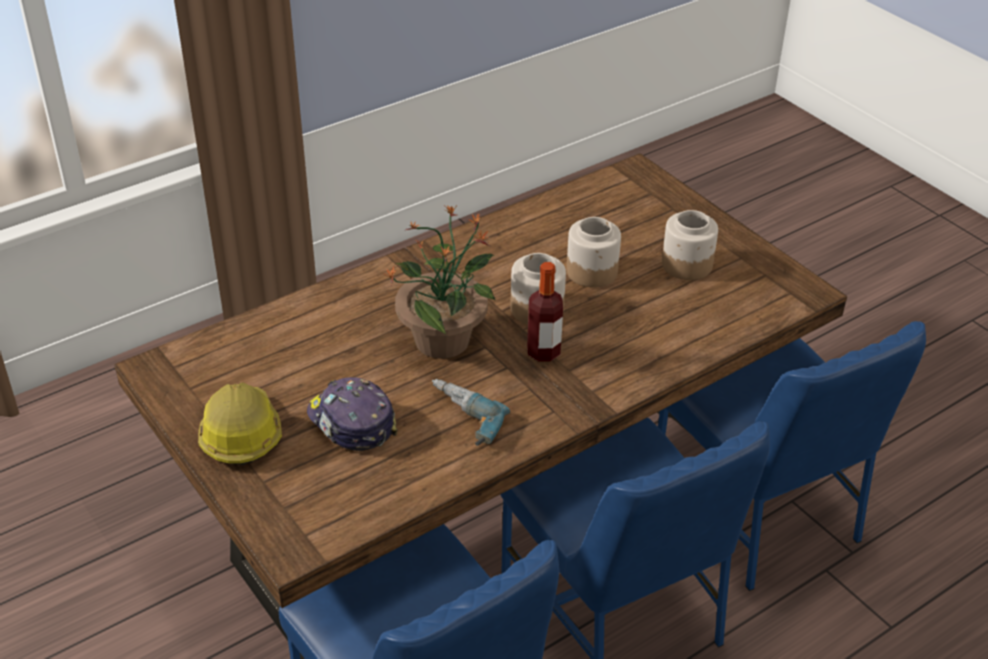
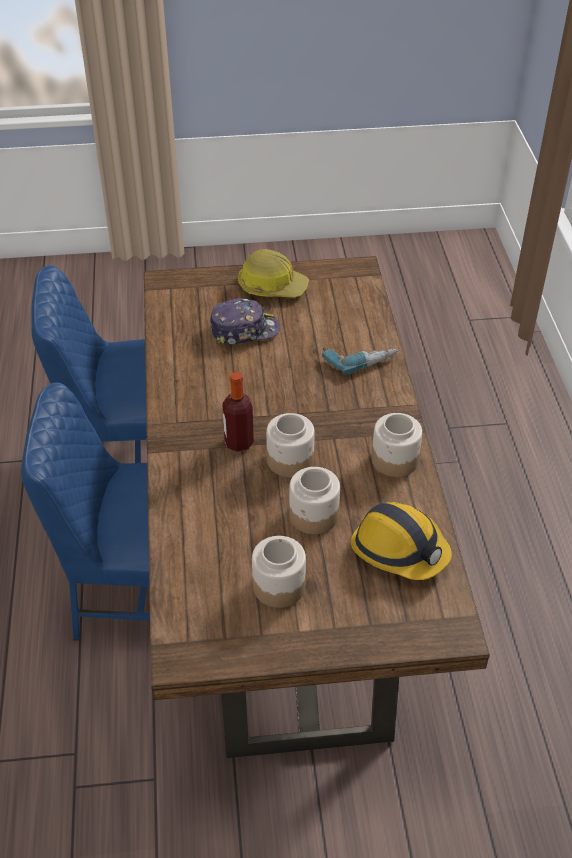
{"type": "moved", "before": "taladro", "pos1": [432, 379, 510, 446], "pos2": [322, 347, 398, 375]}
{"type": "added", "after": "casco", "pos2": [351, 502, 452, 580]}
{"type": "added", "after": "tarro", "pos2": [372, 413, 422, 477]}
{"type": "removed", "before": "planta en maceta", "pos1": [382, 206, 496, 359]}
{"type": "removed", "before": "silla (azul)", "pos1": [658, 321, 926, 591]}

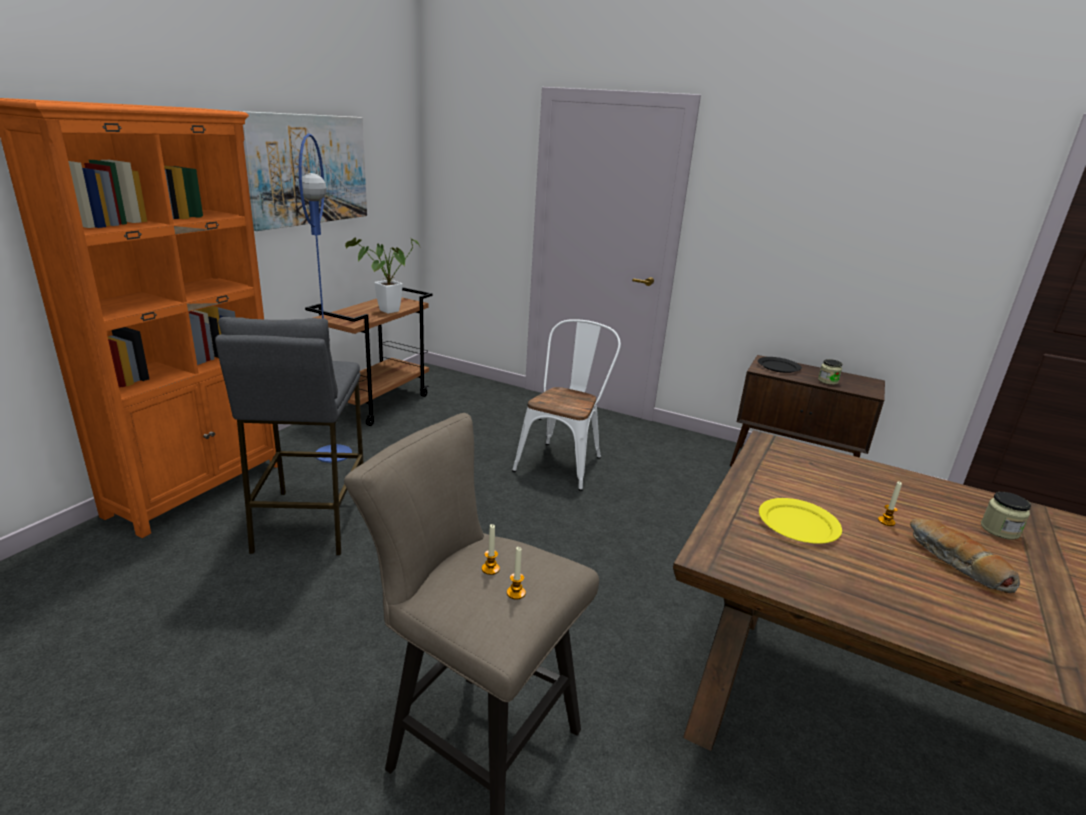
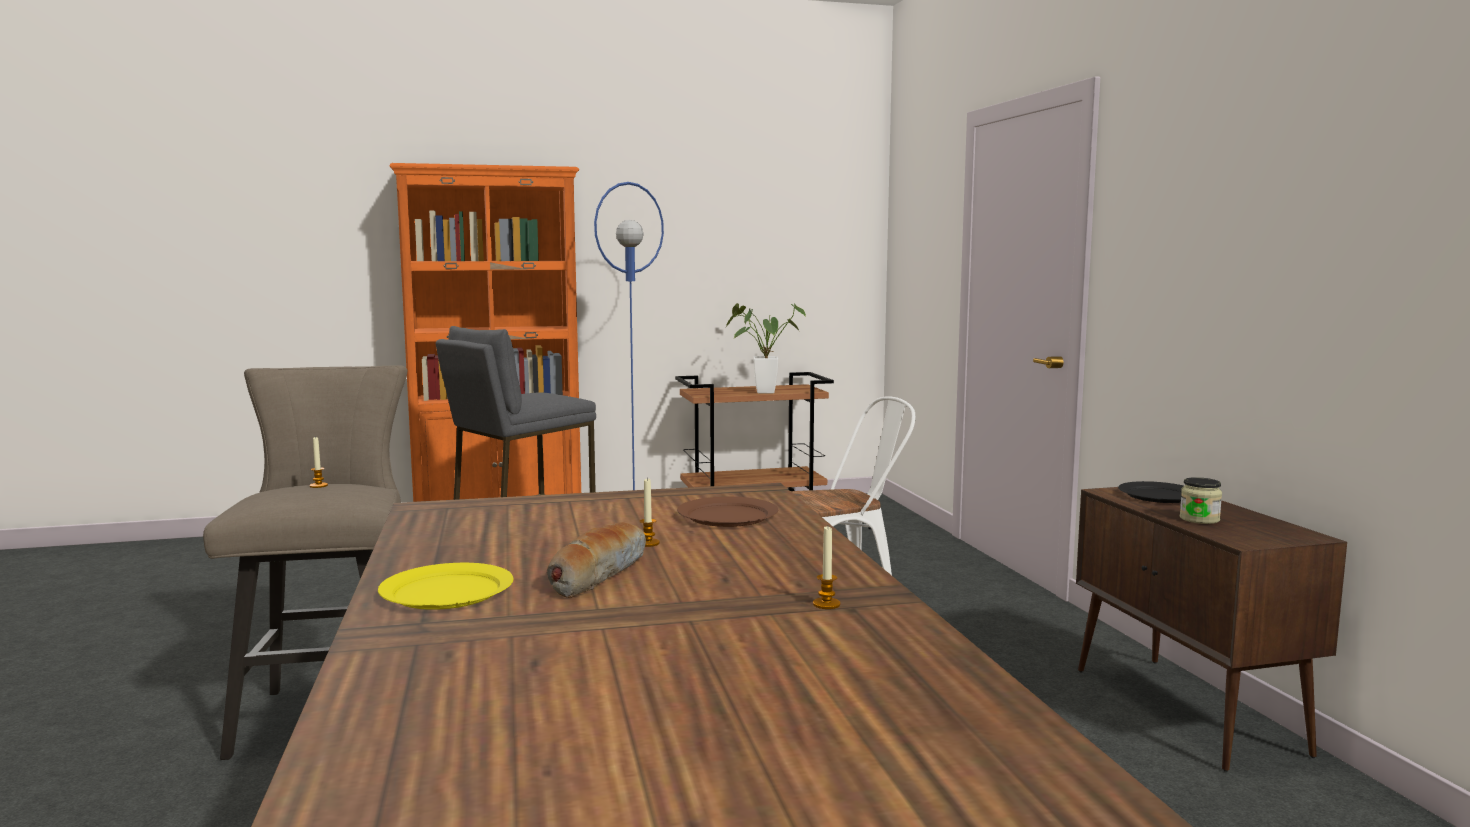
{"type": "moved", "before": "plato (amarillo)", "pos1": [759, 498, 842, 544], "pos2": [378, 563, 513, 610]}
{"type": "added", "after": "plato (marrón)", "pos2": [677, 497, 778, 527]}
{"type": "moved", "before": "vela", "pos1": [507, 547, 526, 599], "pos2": [813, 526, 841, 609]}
{"type": "removed", "before": "cuadro", "pos1": [240, 111, 367, 231]}
{"type": "removed", "before": "tarro", "pos1": [981, 492, 1031, 540]}

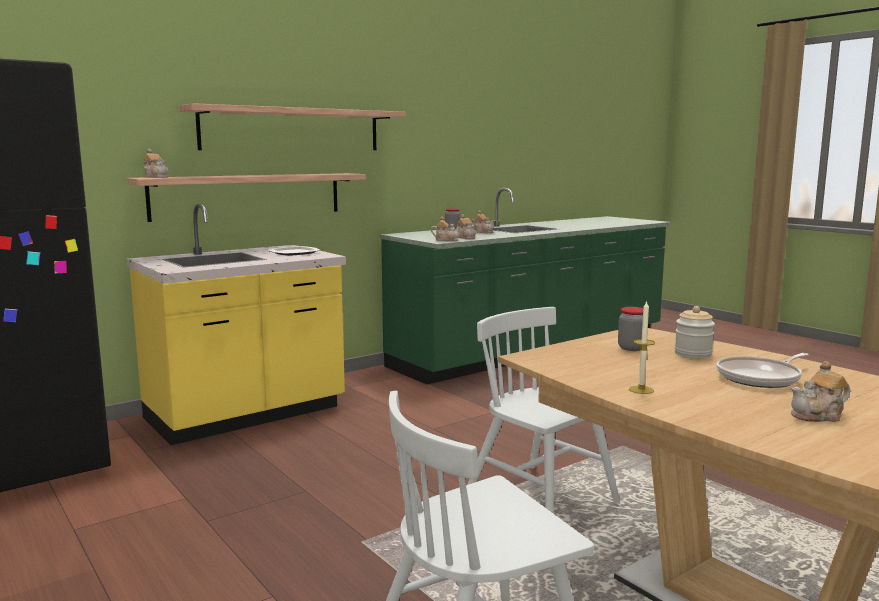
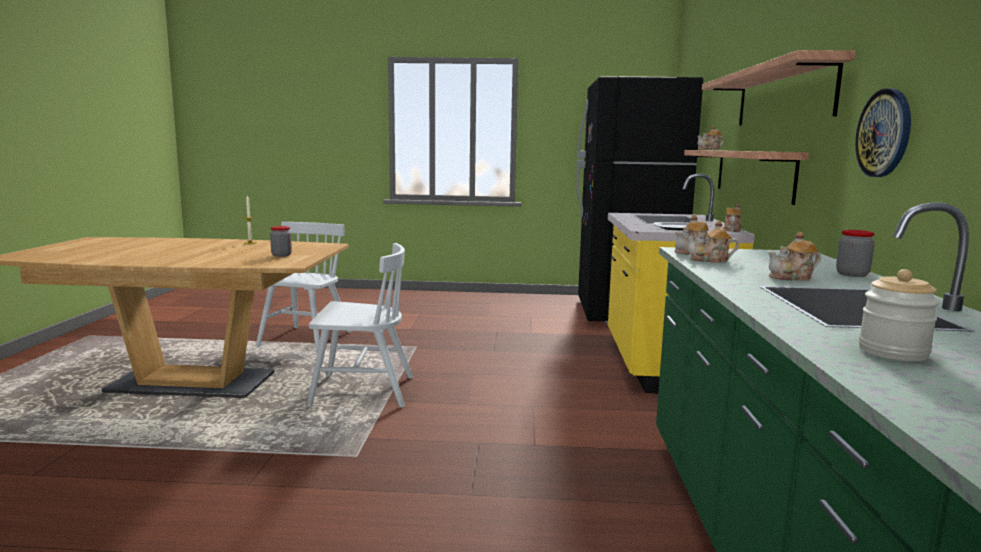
{"type": "moved", "before": "tetera", "pos1": [791, 361, 850, 422], "pos2": [722, 203, 742, 232]}
{"type": "added", "after": "reloj de pared", "pos2": [855, 88, 911, 177]}
{"type": "moved", "before": "tarro", "pos1": [674, 306, 715, 359], "pos2": [859, 269, 940, 361]}
{"type": "removed", "before": "sartén", "pos1": [717, 353, 808, 388]}

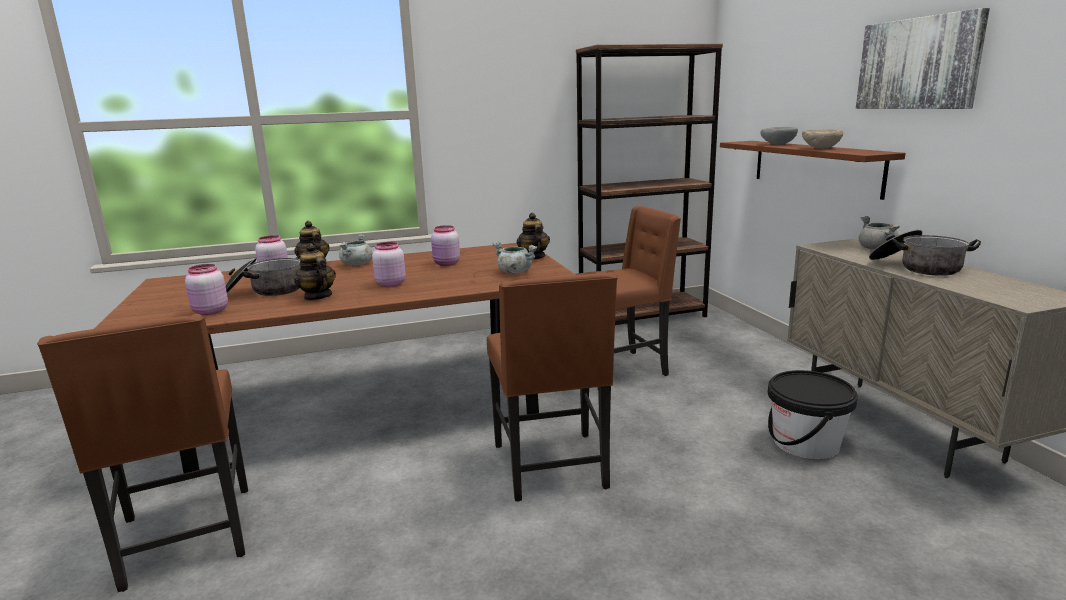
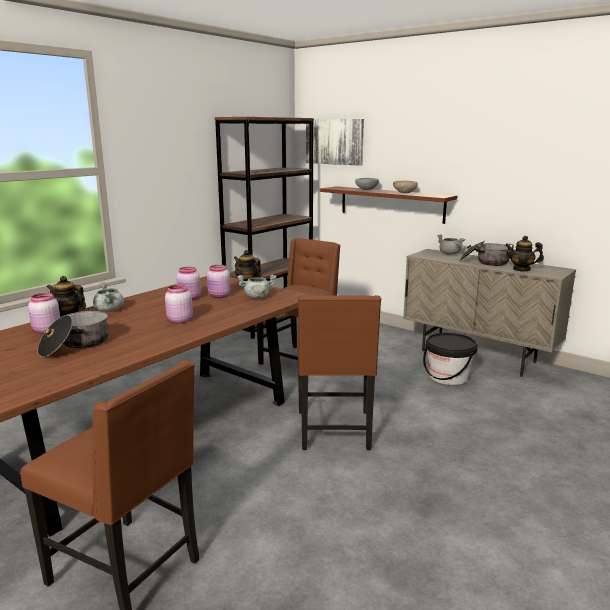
{"type": "moved", "before": "tarro (rosa)", "pos1": [185, 264, 228, 315], "pos2": [207, 265, 230, 298]}
{"type": "turned", "before": "silla (marrón)", "pos1": [487, 272, 618, 502], "pos2": [297, 295, 381, 450], "turn": 45}
{"type": "moved", "before": "cuadro", "pos1": [856, 8, 990, 109], "pos2": [306, 119, 364, 166]}
{"type": "moved", "before": "tetera", "pos1": [294, 243, 336, 301], "pos2": [505, 236, 544, 272]}

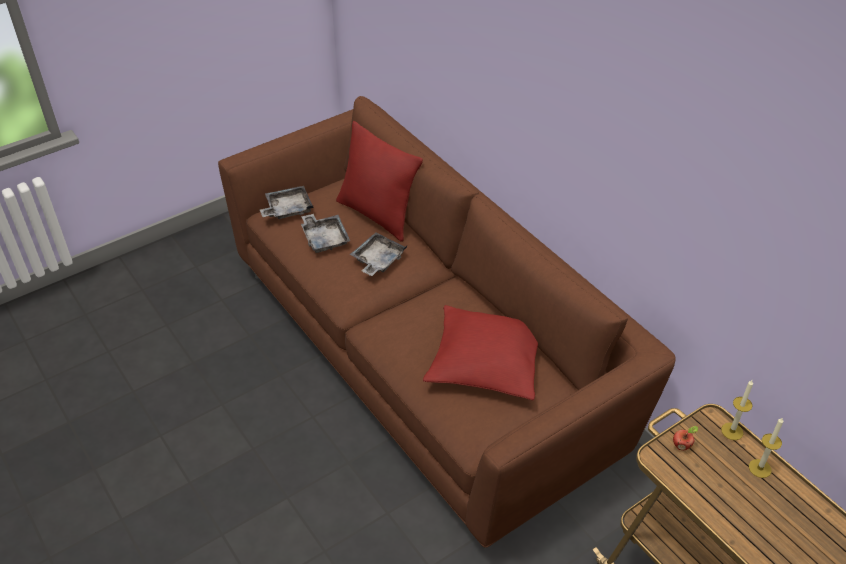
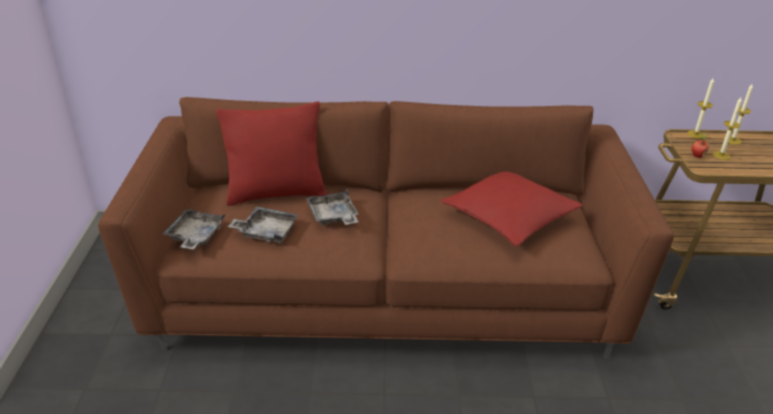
{"type": "added", "after": "vela", "pos2": [712, 98, 742, 160]}

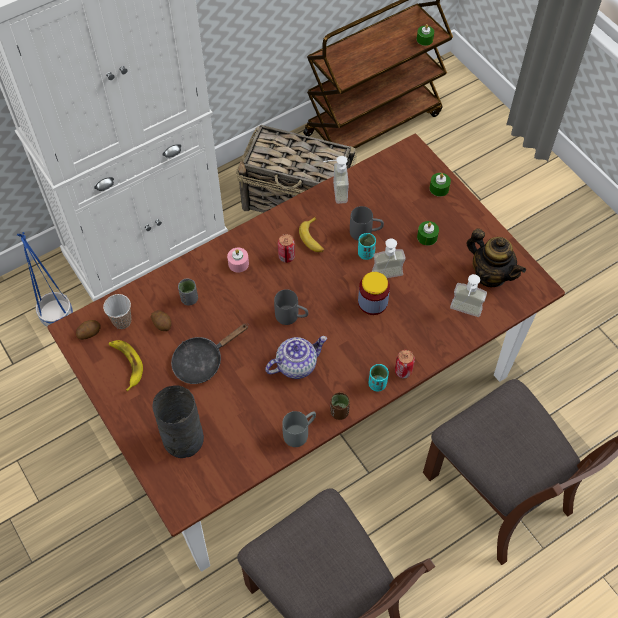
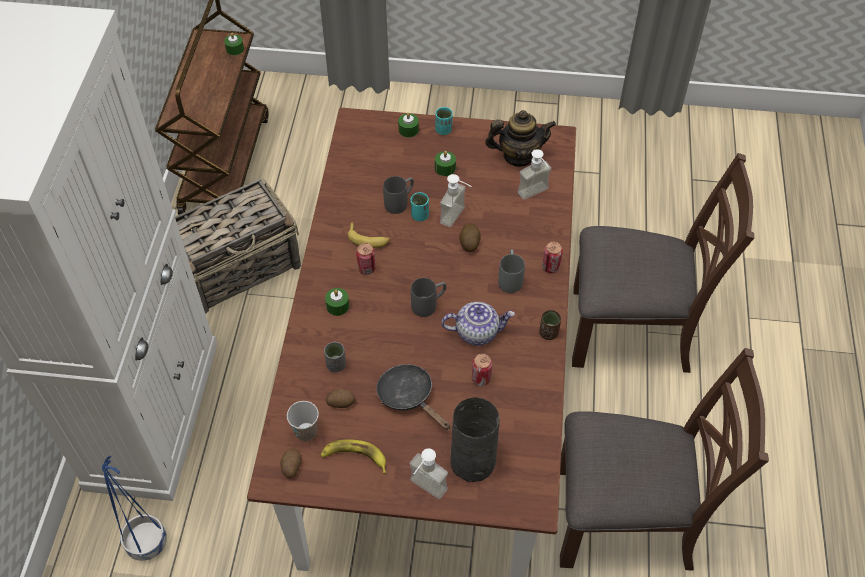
{"type": "recoloured", "before": "vela (rosa)", "after": "vela (verde)", "pos1": [227, 248, 249, 272], "pos2": [325, 288, 349, 316]}
{"type": "turned", "before": "sartén (negro)", "pos1": [171, 324, 249, 384], "pos2": [376, 364, 450, 430], "turn": 135}
{"type": "moved", "before": "dispensador de jabón", "pos1": [323, 156, 349, 204], "pos2": [410, 448, 448, 499]}
{"type": "moved", "before": "taza (turquesa)", "pos1": [368, 364, 389, 392], "pos2": [435, 107, 453, 135]}
{"type": "turned", "before": "tetera", "pos1": [265, 336, 327, 379], "pos2": [441, 302, 515, 346], "turn": 75}
{"type": "replaced", "before": "tarro", "after": "patata", "pos1": [358, 272, 390, 315], "pos2": [459, 223, 481, 252]}
{"type": "added", "after": "lata", "pos2": [472, 354, 492, 386]}
{"type": "moved", "before": "taza grande (gris)", "pos1": [282, 411, 316, 447], "pos2": [498, 249, 525, 293]}

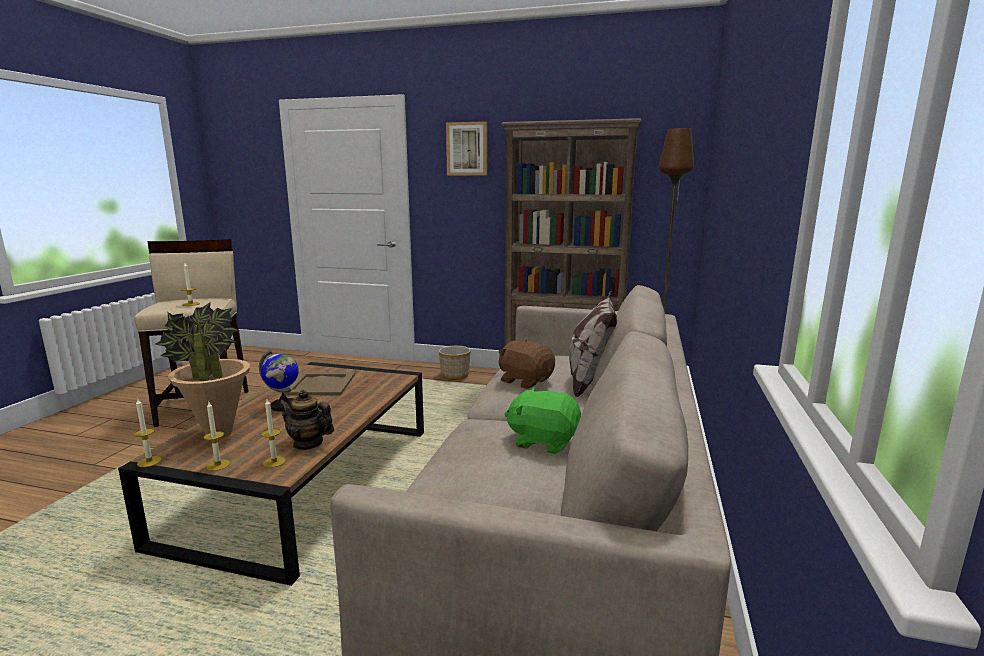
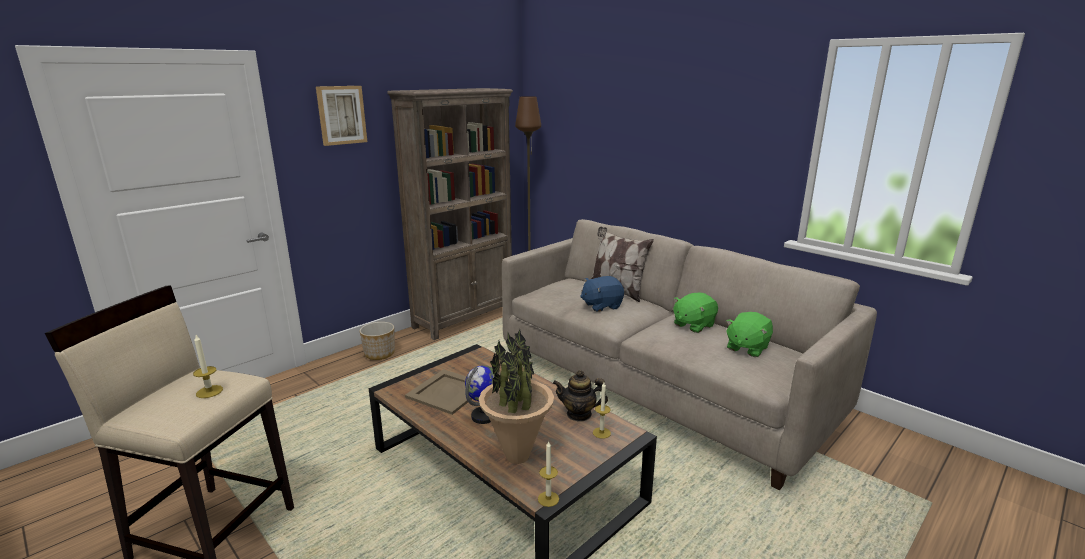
{"type": "turned", "before": "tetera", "pos1": [279, 390, 334, 450], "pos2": [553, 370, 608, 421], "turn": 45}
{"type": "recoloured", "before": "peluche (marrón)", "after": "peluche (azul)", "pos1": [498, 340, 555, 389], "pos2": [580, 276, 624, 312]}
{"type": "added", "after": "peluche (verde)", "pos2": [726, 312, 773, 357]}
{"type": "removed", "before": "vela", "pos1": [203, 402, 230, 471]}

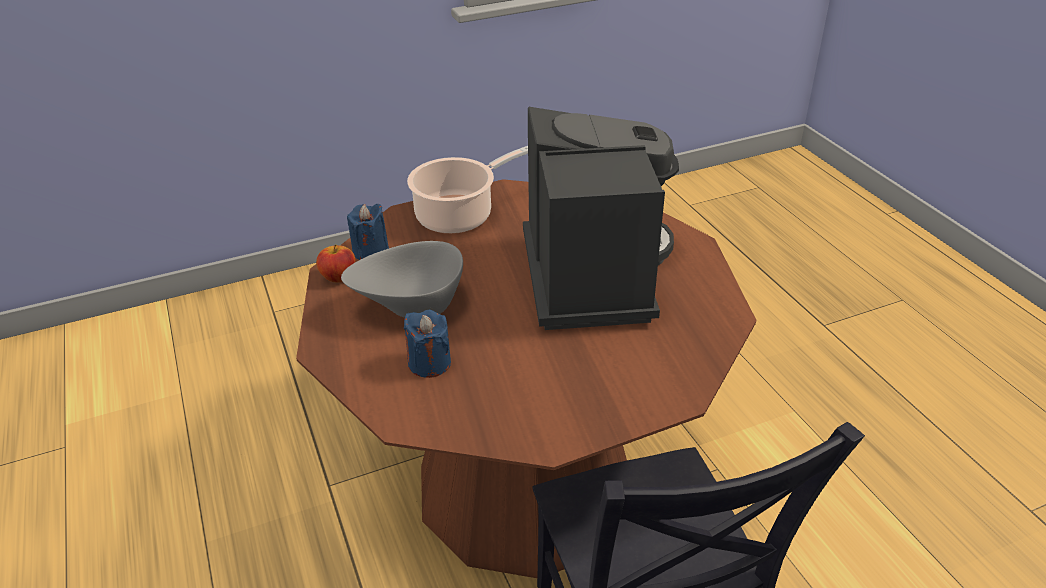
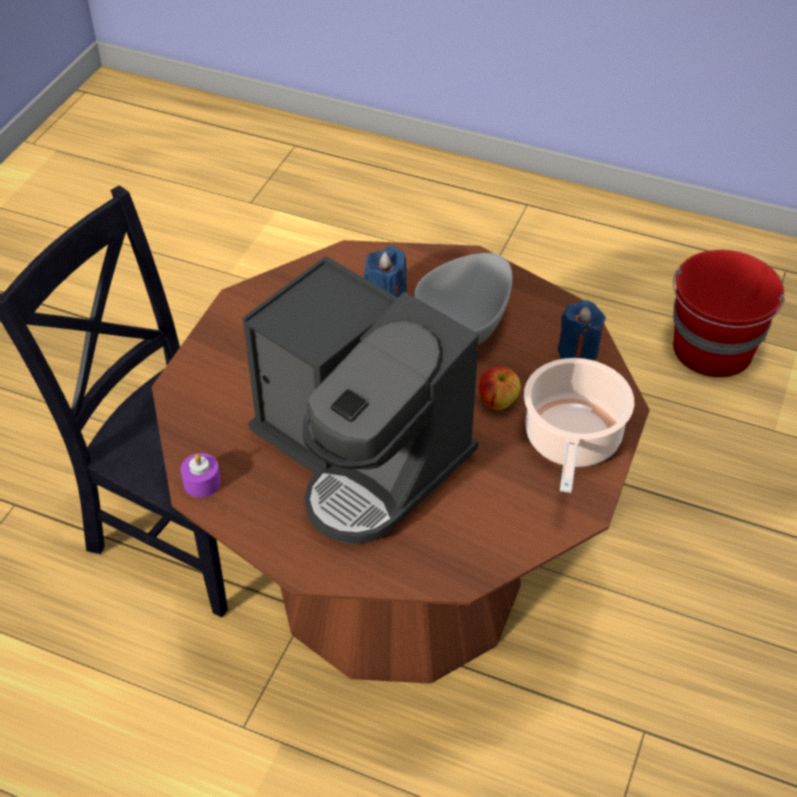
{"type": "added", "after": "vela (morado)", "pos2": [181, 453, 221, 498]}
{"type": "moved", "before": "manzana", "pos1": [316, 244, 356, 283], "pos2": [479, 367, 521, 410]}
{"type": "added", "after": "cubo (rojo)", "pos2": [673, 250, 785, 377]}

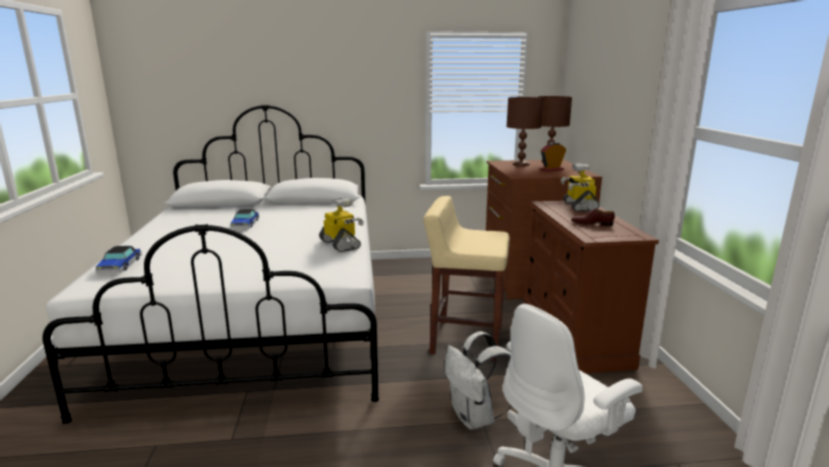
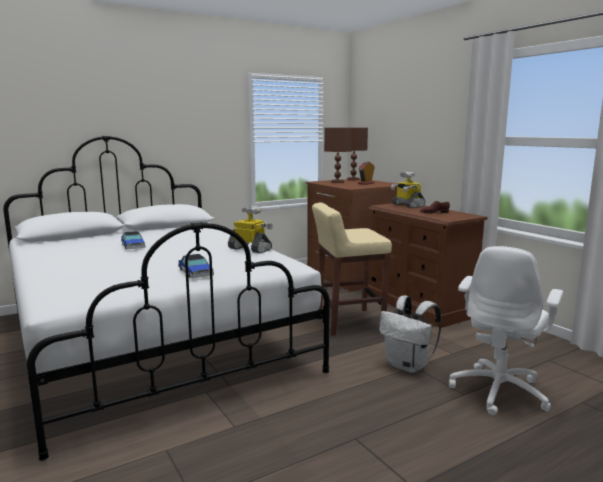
{"type": "moved", "before": "coche de juguete", "pos1": [95, 246, 142, 273], "pos2": [178, 254, 214, 278]}

